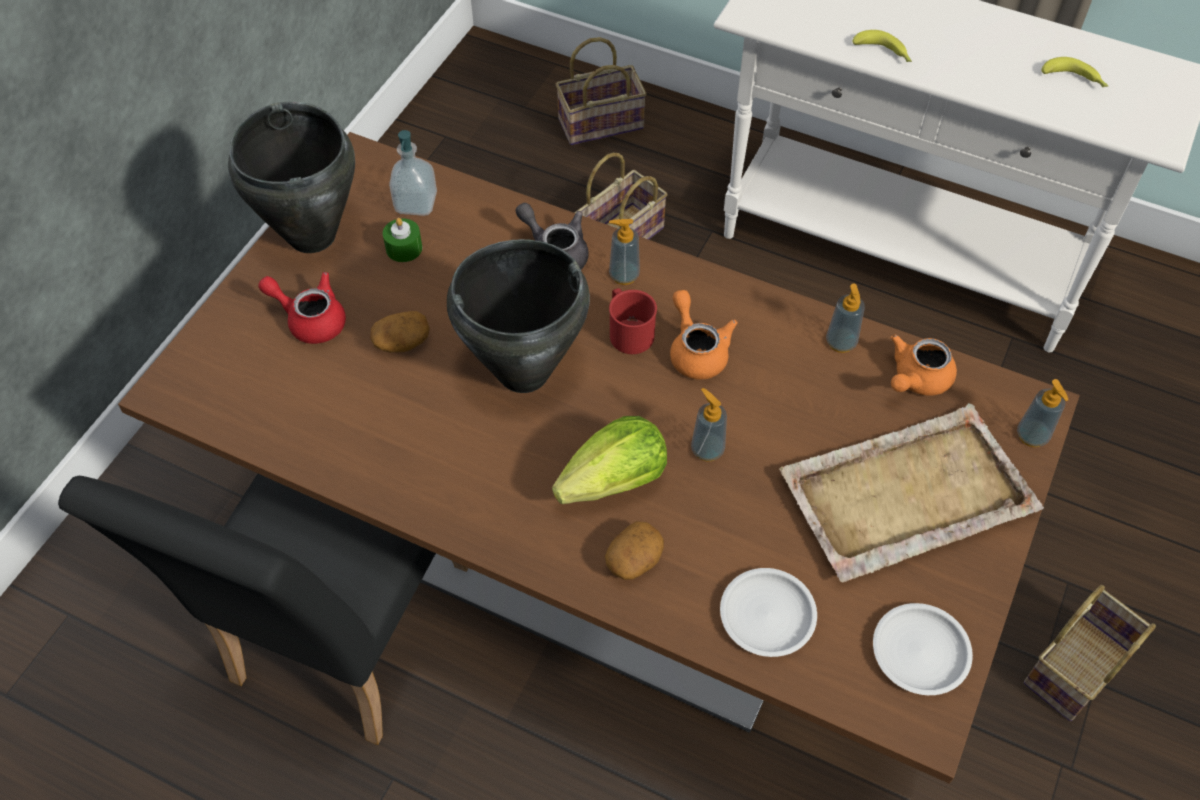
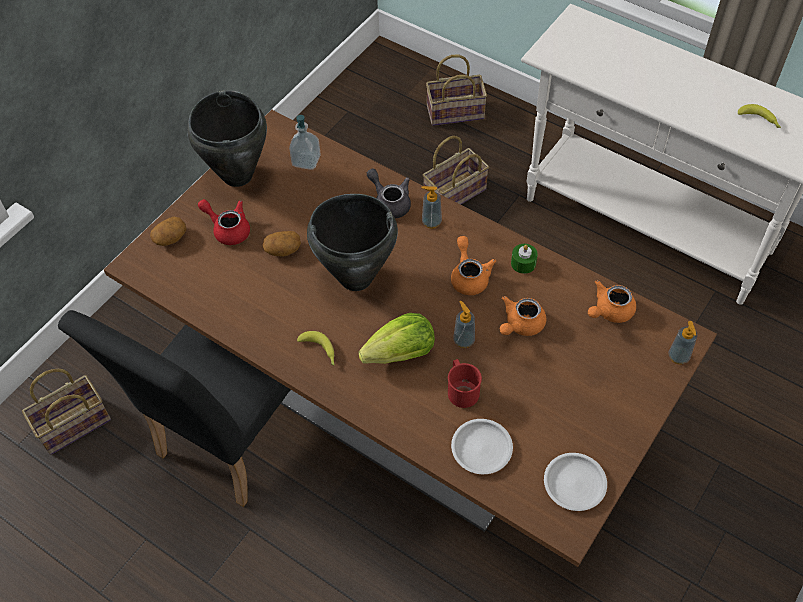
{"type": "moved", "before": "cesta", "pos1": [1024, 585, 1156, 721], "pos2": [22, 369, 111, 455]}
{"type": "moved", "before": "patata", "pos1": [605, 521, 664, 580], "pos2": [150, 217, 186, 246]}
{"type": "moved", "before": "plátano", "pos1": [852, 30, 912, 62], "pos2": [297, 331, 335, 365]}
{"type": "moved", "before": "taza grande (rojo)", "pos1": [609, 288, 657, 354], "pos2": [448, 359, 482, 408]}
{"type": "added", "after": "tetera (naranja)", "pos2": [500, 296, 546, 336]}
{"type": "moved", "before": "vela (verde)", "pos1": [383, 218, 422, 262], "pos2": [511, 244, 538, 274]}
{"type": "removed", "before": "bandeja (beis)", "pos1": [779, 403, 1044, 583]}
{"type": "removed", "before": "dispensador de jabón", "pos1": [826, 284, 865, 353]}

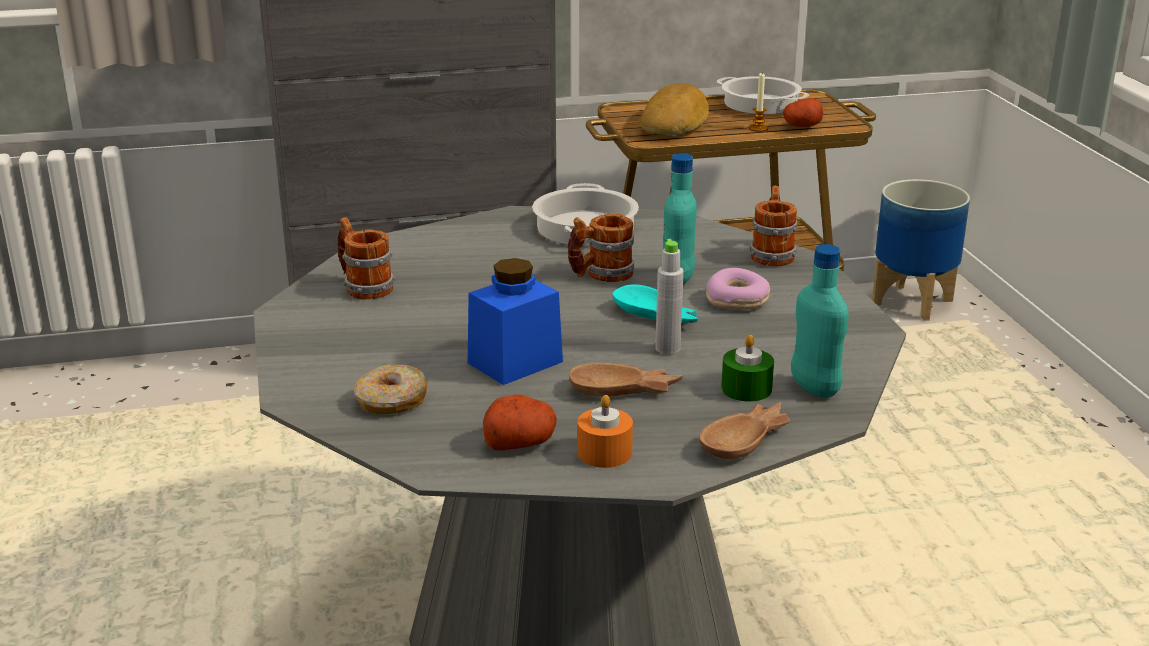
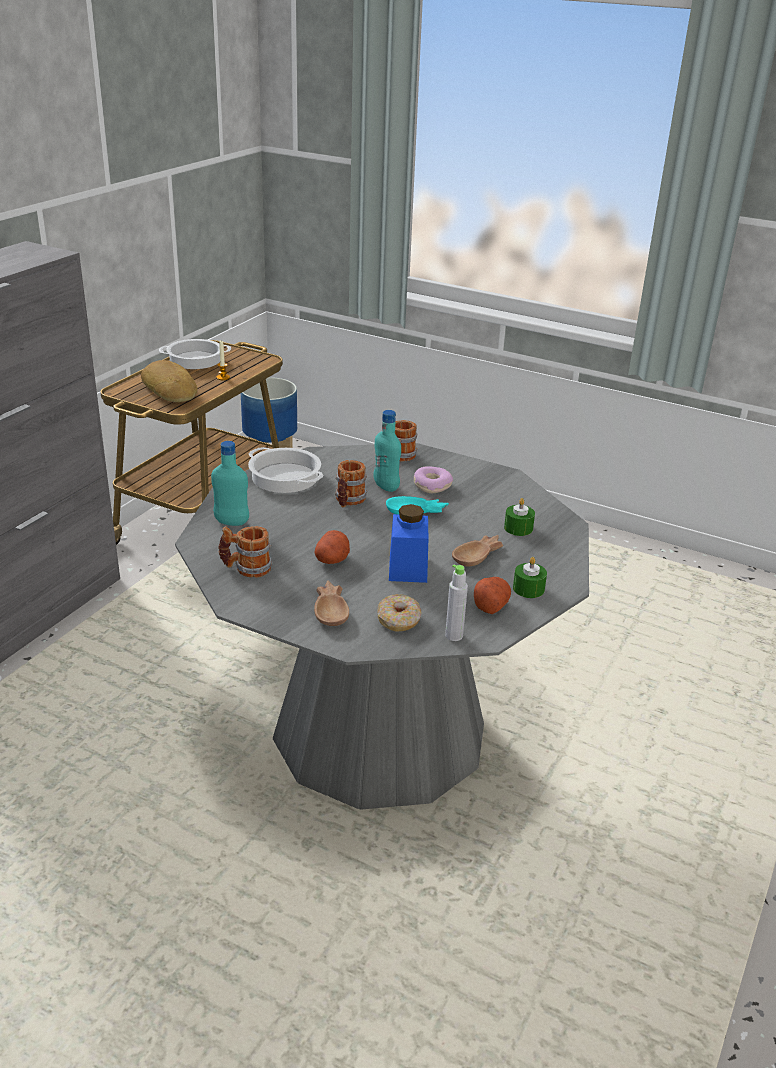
{"type": "moved", "before": "botella (turquesa)", "pos1": [791, 244, 849, 398], "pos2": [211, 441, 249, 526]}
{"type": "moved", "before": "cuenco (marrón)", "pos1": [699, 402, 790, 459], "pos2": [314, 580, 349, 626]}
{"type": "moved", "before": "patata", "pos1": [783, 98, 823, 127], "pos2": [315, 530, 350, 564]}
{"type": "moved", "before": "botella (gris)", "pos1": [655, 239, 684, 354], "pos2": [445, 564, 468, 641]}
{"type": "recoloured", "before": "vela (naranja)", "after": "vela (verde)", "pos1": [577, 395, 633, 468], "pos2": [513, 557, 547, 598]}

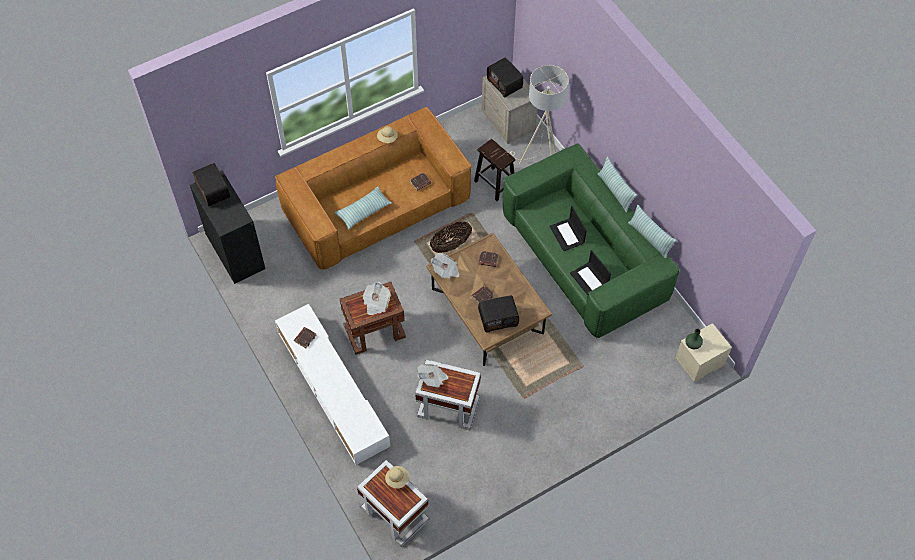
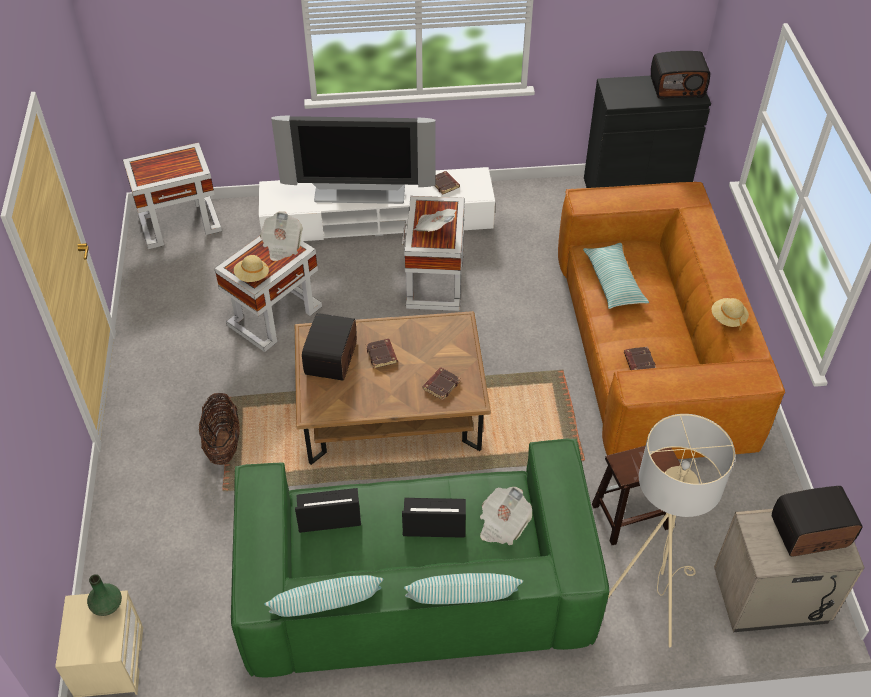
{"type": "moved", "before": "cesta", "pos1": [430, 222, 472, 253], "pos2": [199, 393, 240, 465]}
{"type": "moved", "before": "sombrero (beis)", "pos1": [385, 466, 410, 488], "pos2": [234, 255, 269, 282]}
{"type": "added", "after": "televisor", "pos2": [271, 116, 435, 204]}
{"type": "recoloured", "before": "mesa auxiliar (marrón)", "after": "mesa auxiliar (blanco)", "pos1": [340, 282, 406, 355], "pos2": [402, 196, 465, 311]}
{"type": "moved", "before": "periódico", "pos1": [431, 253, 459, 279], "pos2": [480, 487, 532, 545]}

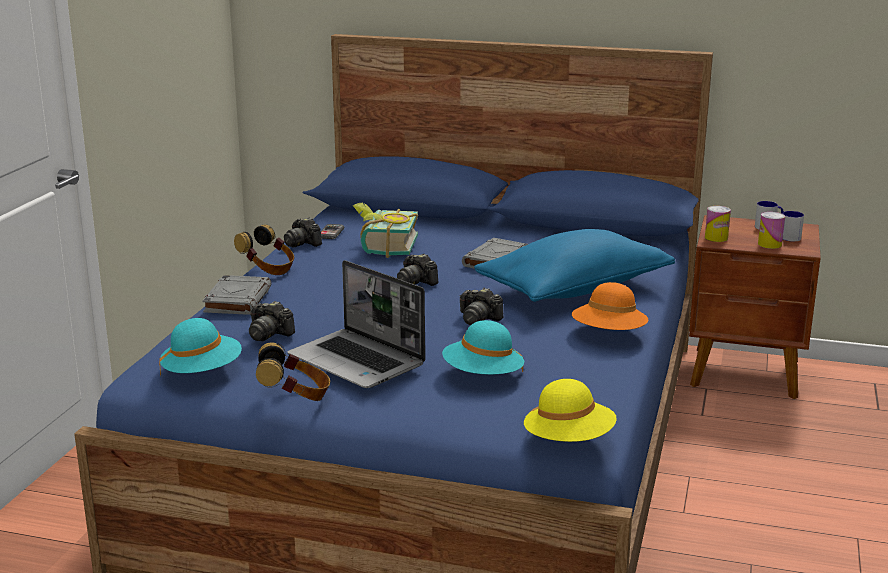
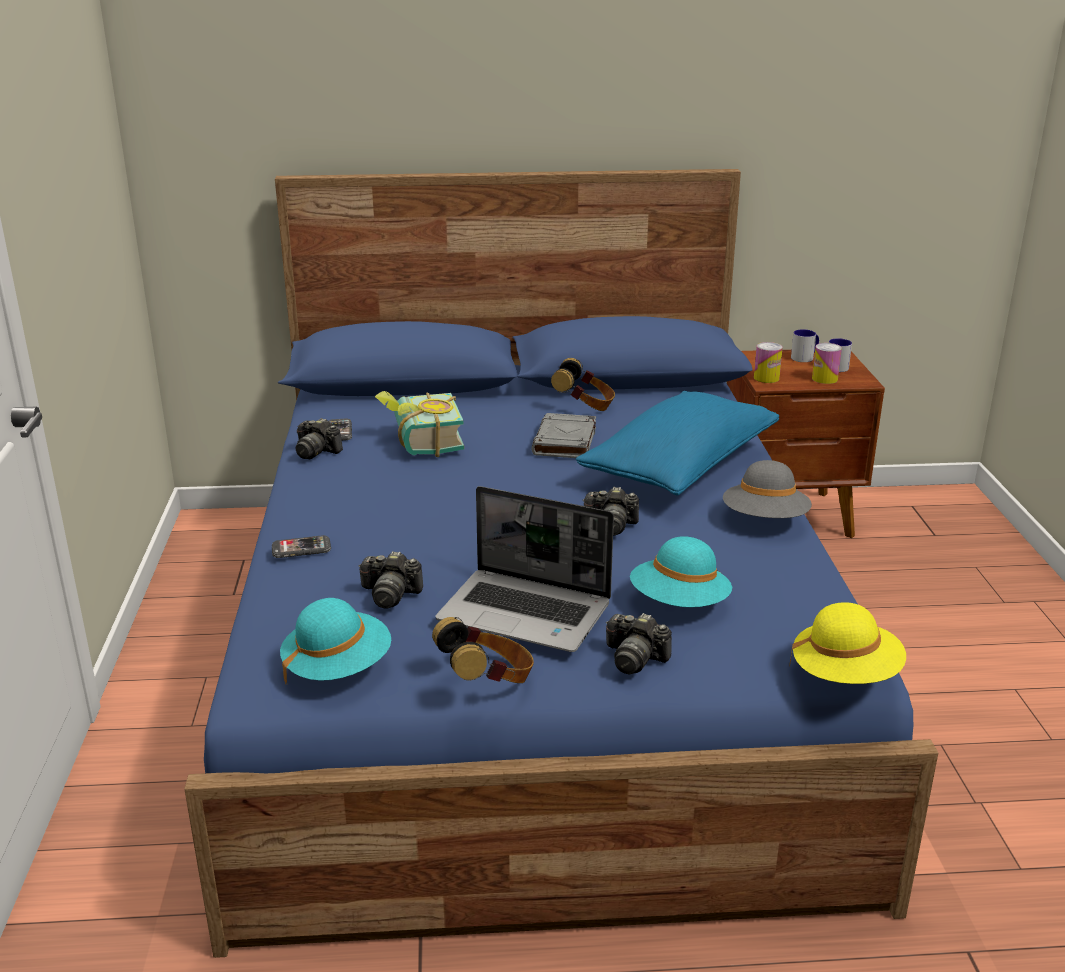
{"type": "replaced", "before": "libro (gris)", "after": "móvil", "pos1": [202, 275, 271, 315], "pos2": [272, 535, 331, 558]}
{"type": "moved", "before": "auriculares", "pos1": [234, 224, 294, 275], "pos2": [551, 358, 615, 411]}
{"type": "moved", "before": "cámara", "pos1": [397, 254, 439, 286], "pos2": [606, 613, 672, 675]}
{"type": "recoloured", "before": "sombrero (naranja)", "after": "sombrero (gris)", "pos1": [572, 282, 648, 330], "pos2": [723, 460, 812, 518]}

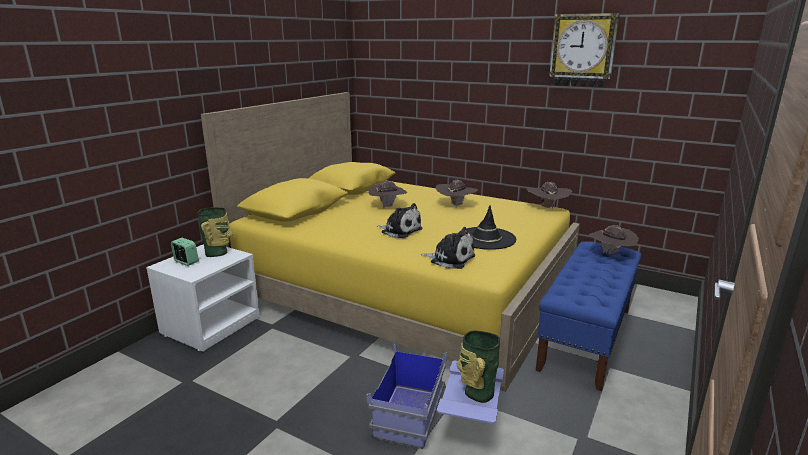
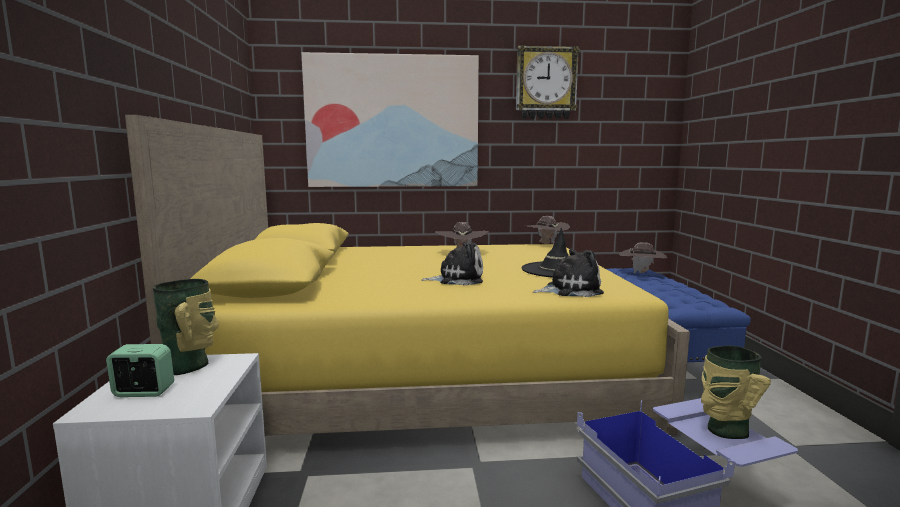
{"type": "added", "after": "cuadro", "pos2": [301, 52, 479, 187]}
{"type": "removed", "before": "sombrero (marrón)", "pos1": [368, 181, 407, 209]}

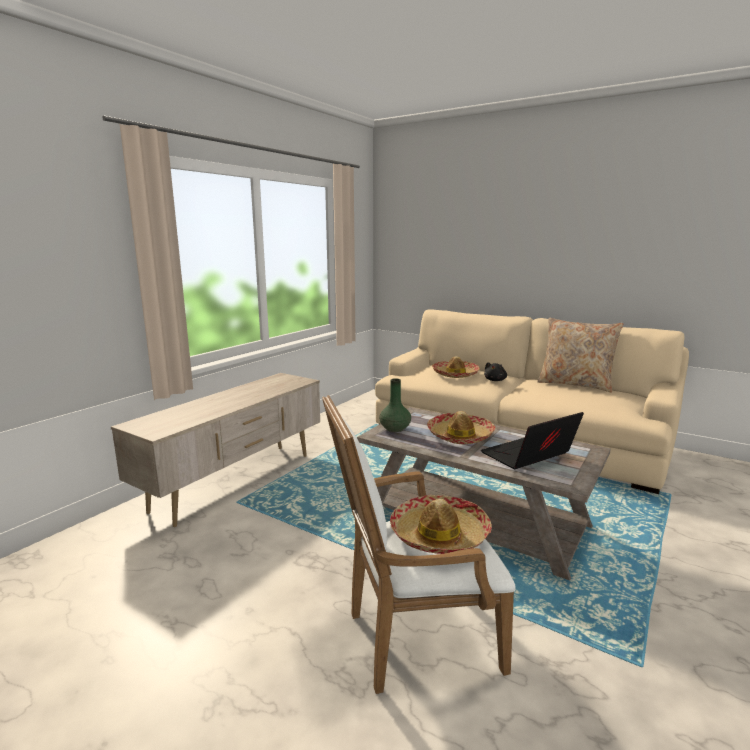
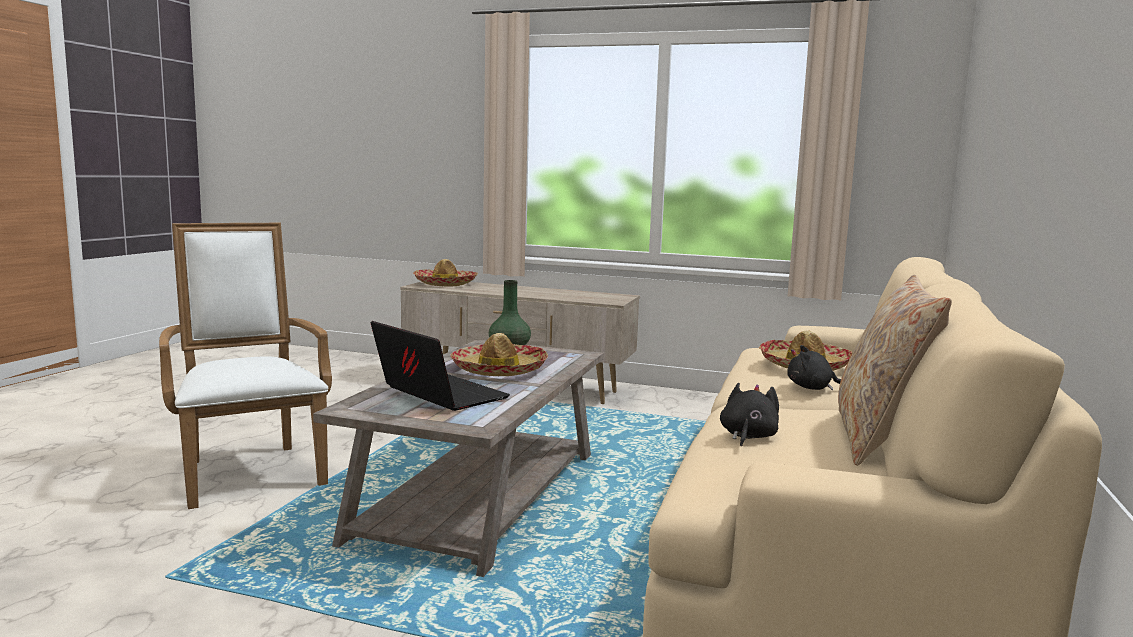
{"type": "moved", "before": "sombrero", "pos1": [390, 495, 492, 554], "pos2": [413, 259, 478, 287]}
{"type": "added", "after": "peluche (negro)", "pos2": [720, 383, 779, 446]}

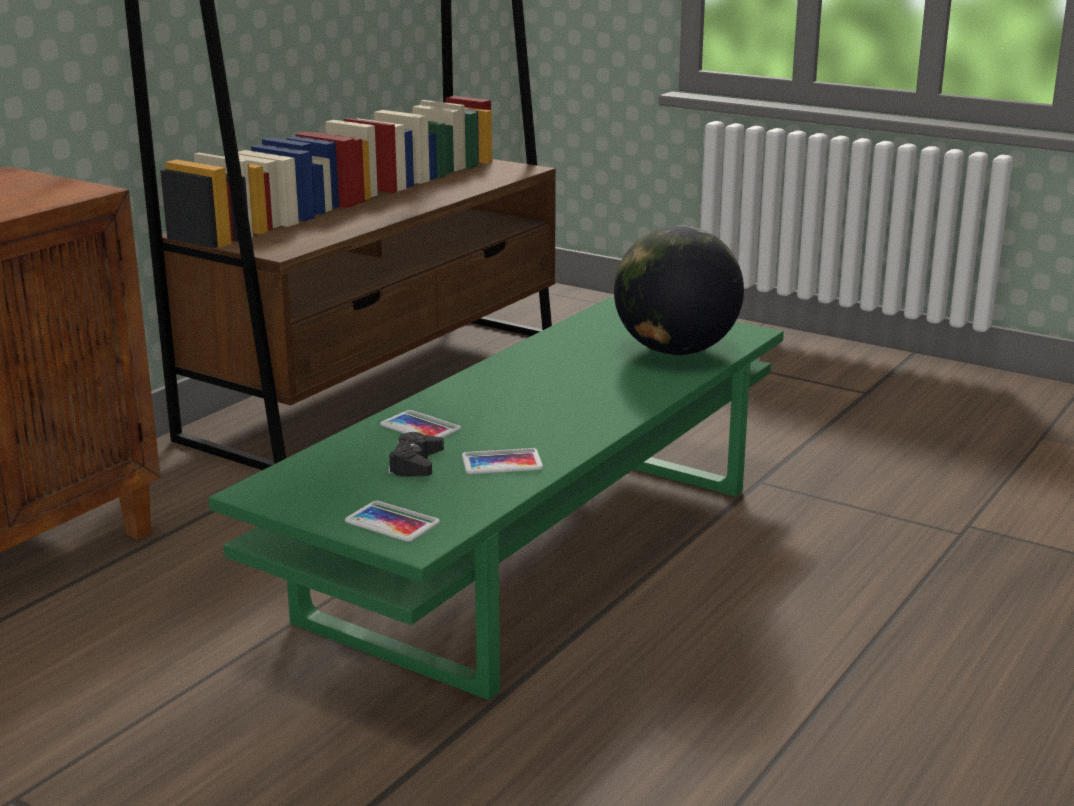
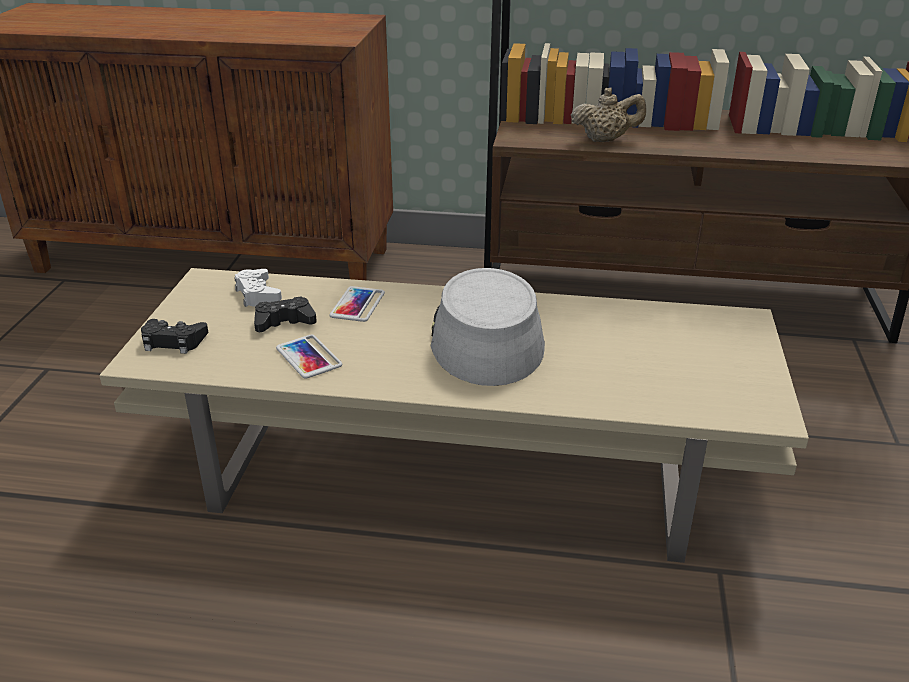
{"type": "recoloured", "before": "mesa de centro (verde)", "after": "mesa de centro (beis)", "pos1": [209, 297, 784, 700], "pos2": [99, 268, 809, 563]}
{"type": "replaced", "before": "móvil", "after": "mando de consola (negro)", "pos1": [345, 501, 440, 542], "pos2": [141, 319, 208, 354]}
{"type": "added", "after": "mando de consola (blanco)", "pos2": [234, 269, 282, 307]}
{"type": "added", "after": "sombrero (gris)", "pos2": [430, 268, 545, 386]}
{"type": "added", "after": "tetera (beis)", "pos2": [571, 88, 646, 142]}
{"type": "removed", "before": "globo terráqueo", "pos1": [614, 225, 744, 355]}

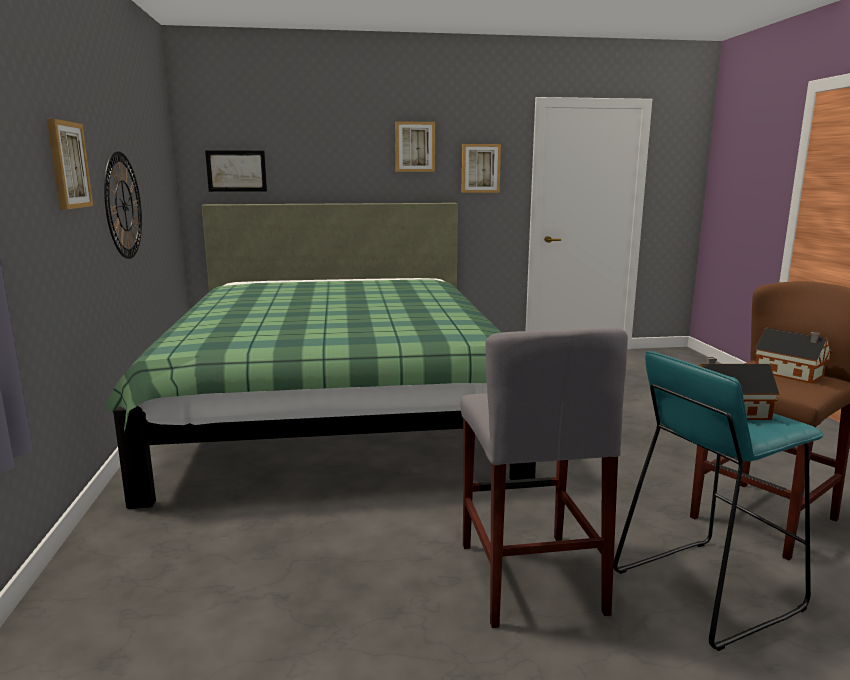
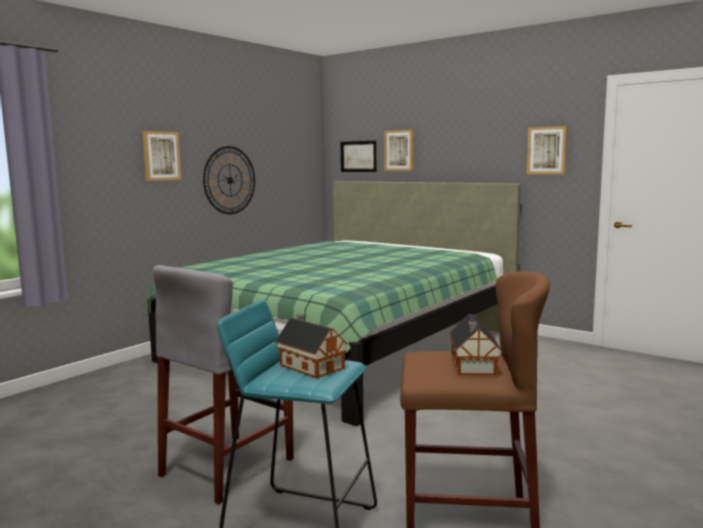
{"type": "moved", "before": "cuadro", "pos1": [395, 121, 435, 172], "pos2": [384, 130, 414, 171]}

